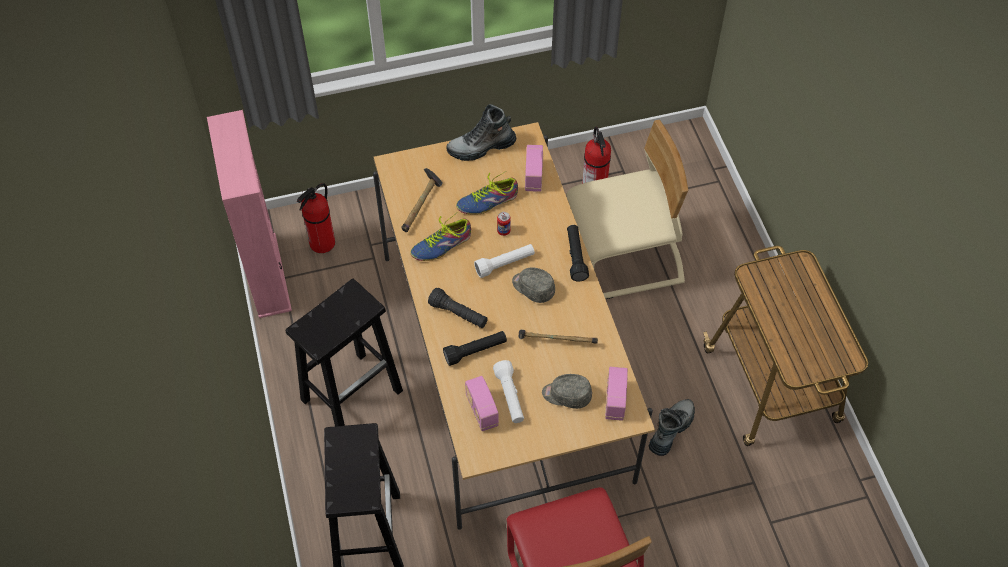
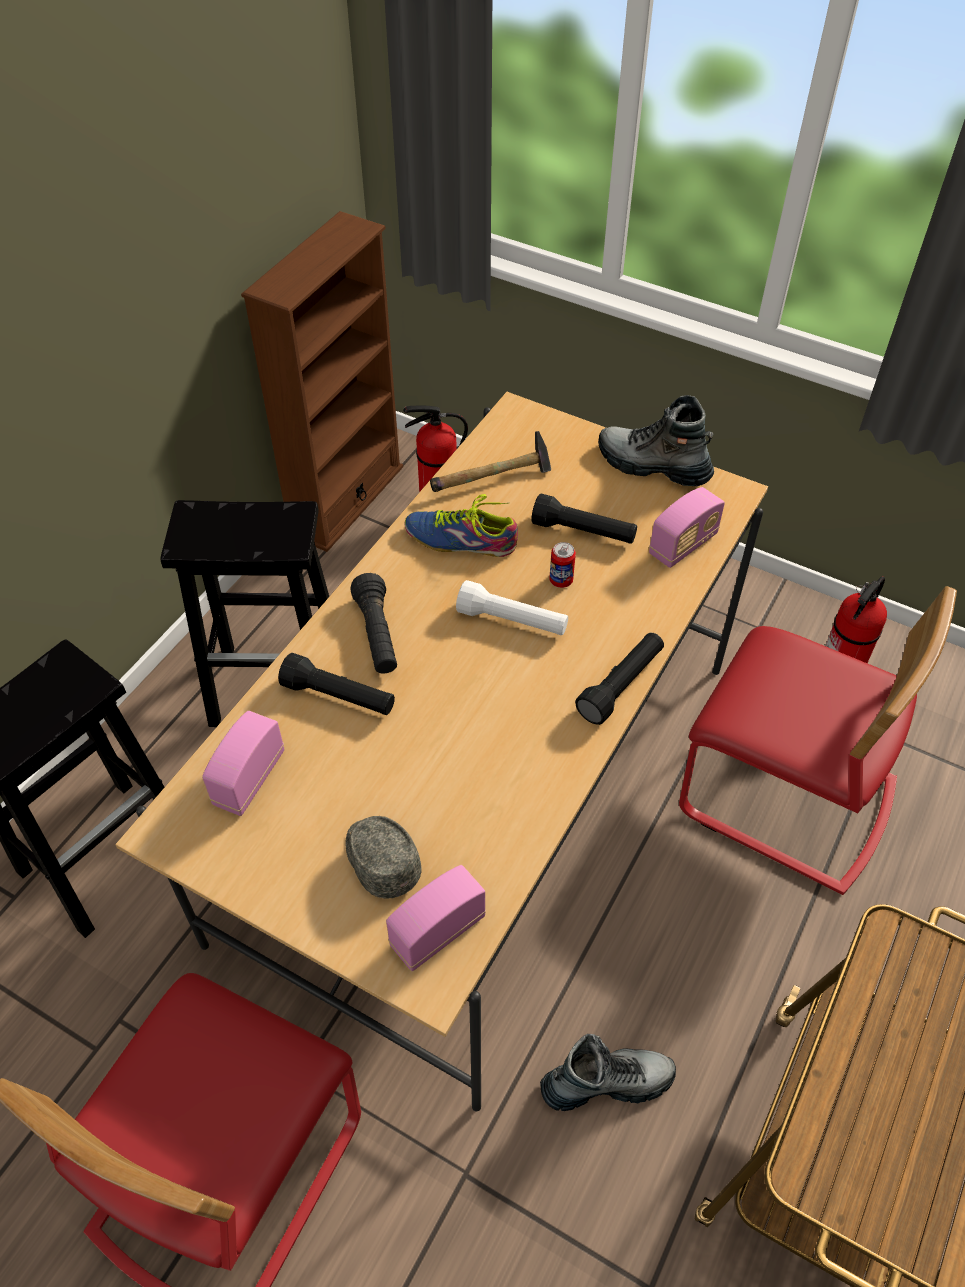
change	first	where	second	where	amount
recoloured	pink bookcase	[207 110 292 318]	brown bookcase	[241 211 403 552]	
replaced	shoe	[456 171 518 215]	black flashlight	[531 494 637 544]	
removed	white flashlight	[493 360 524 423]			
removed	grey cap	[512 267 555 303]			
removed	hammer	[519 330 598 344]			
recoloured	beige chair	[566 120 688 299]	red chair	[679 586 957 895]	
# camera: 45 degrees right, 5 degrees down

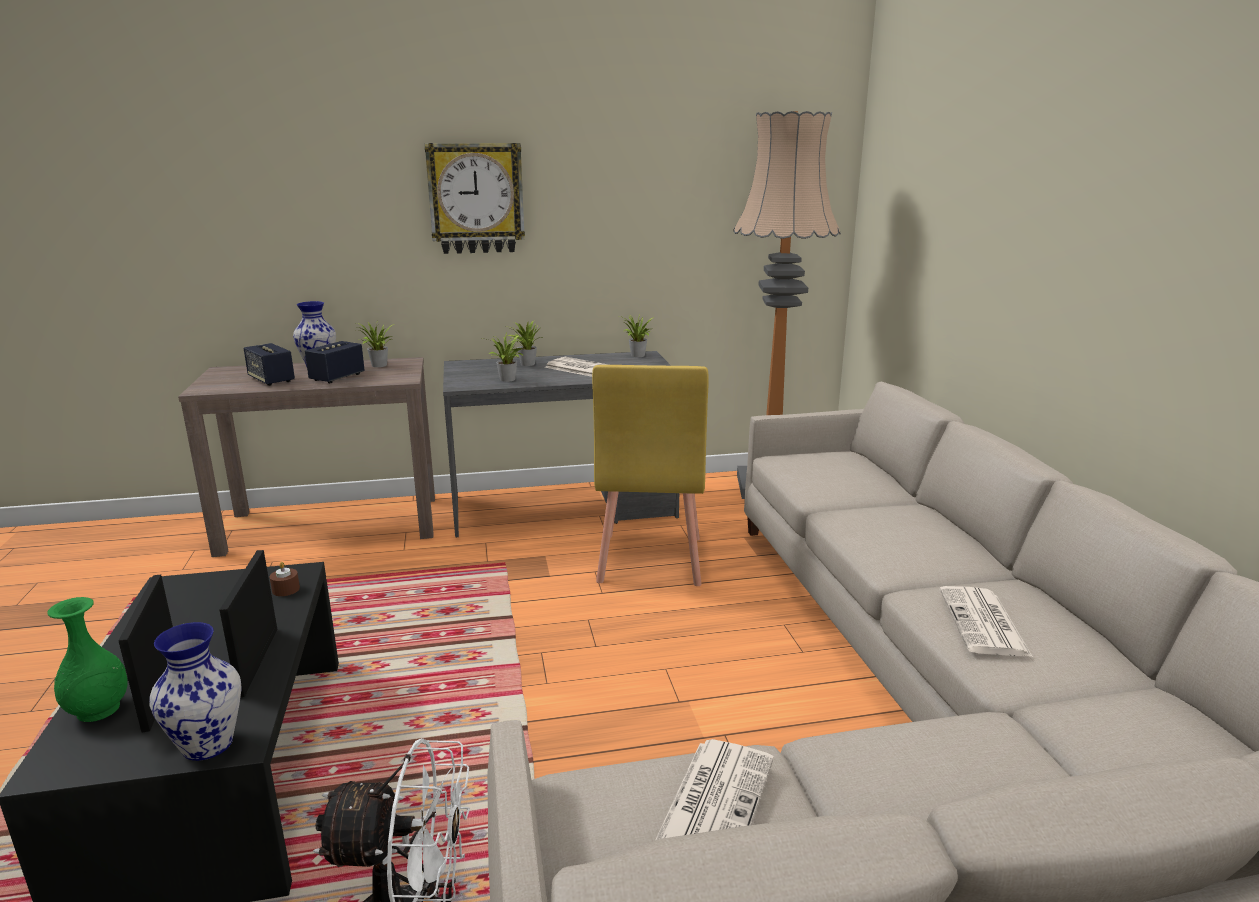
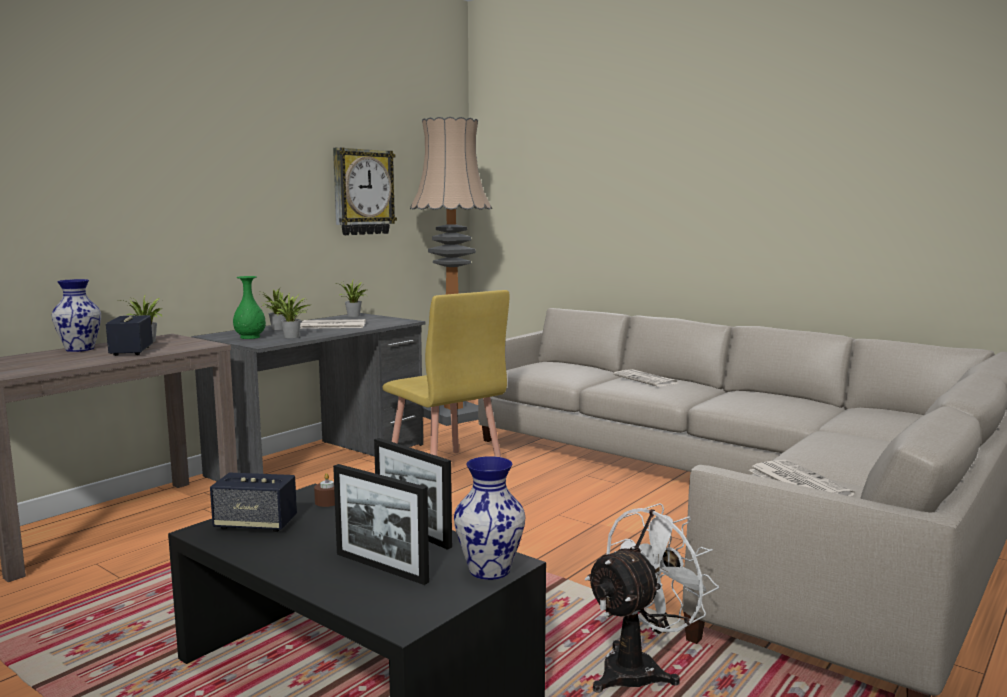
change	first	where	second	where	amount
moved	green vase	[47 597 127 722]		[233 276 266 339]	
moved	speaker	[243 343 295 386]		[210 472 297 532]	
moved	wall clock	[425 143 525 254]		[333 147 397 235]	
moved	newspaper	[939 586 1033 657]		[614 369 678 387]	
# camera: 40 degrees left, 10 degrees down

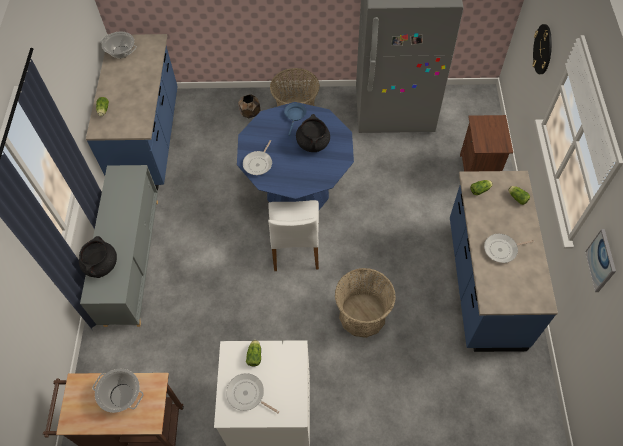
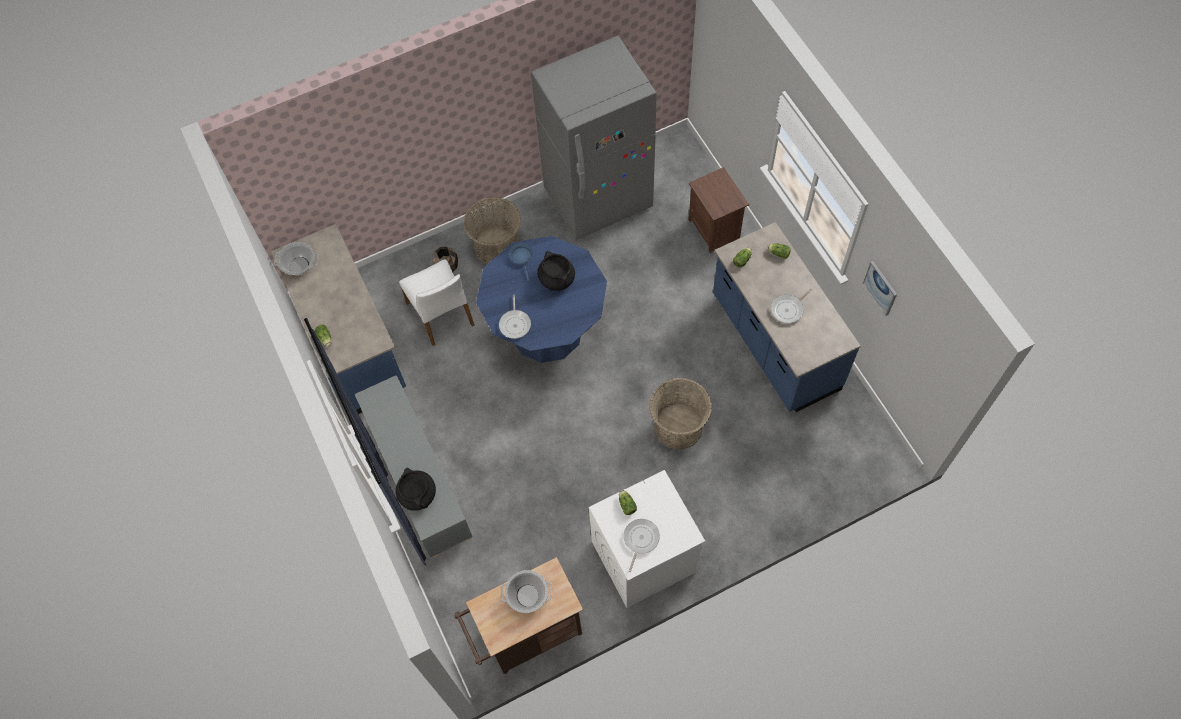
change	first	where	second	where	amount
turned	frying pan	[226 373 279 414]		[624 519 660 572]	105 degrees clockwise
moved	white chair	[268 200 319 271]		[399 259 475 346]	
removed	wall clock	[533 24 552 74]			
# camera: 25 degrees left, 5 degrees up

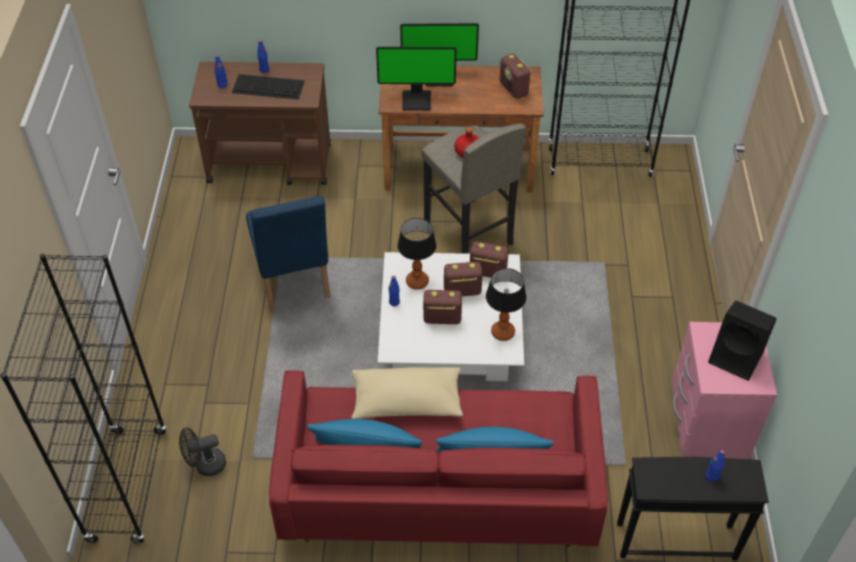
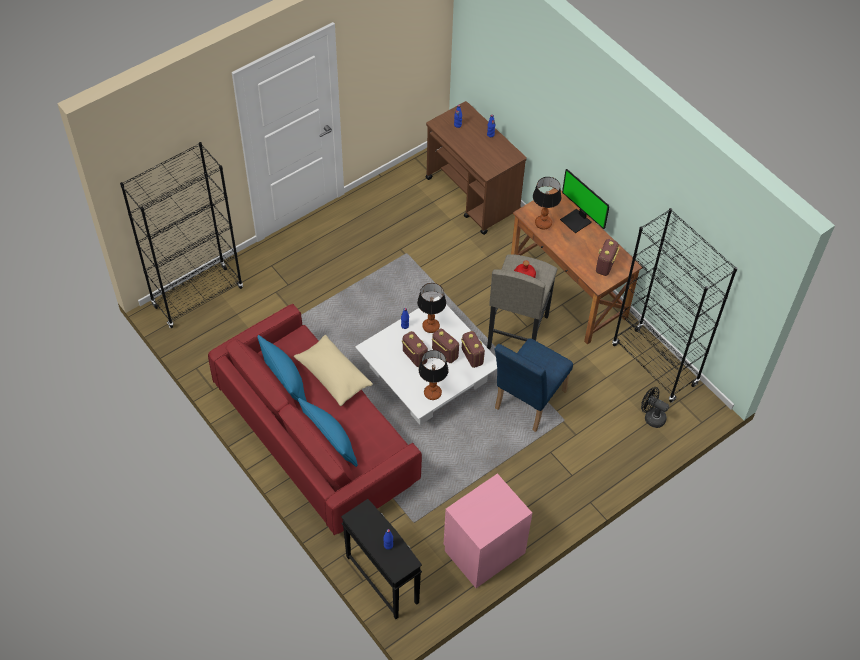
change	first	where	second	where	amount
moved	black fan	[179 427 226 476]		[641 387 669 428]	
removed	keyboard	[232 74 305 99]			
moved	blue chair	[246 195 330 312]		[494 339 573 432]	
replaced	monitor	[376 47 457 110]	table lamp	[533 177 561 230]	
removed	black speaker	[708 301 777 381]			
# camera: 50 degrees right, 5 degrees up

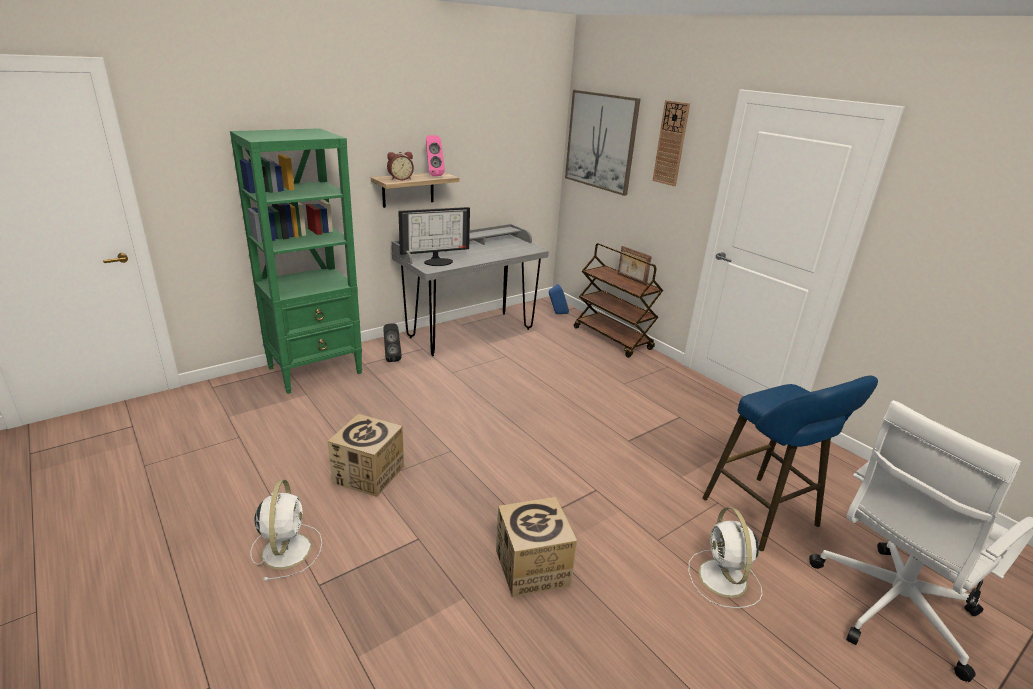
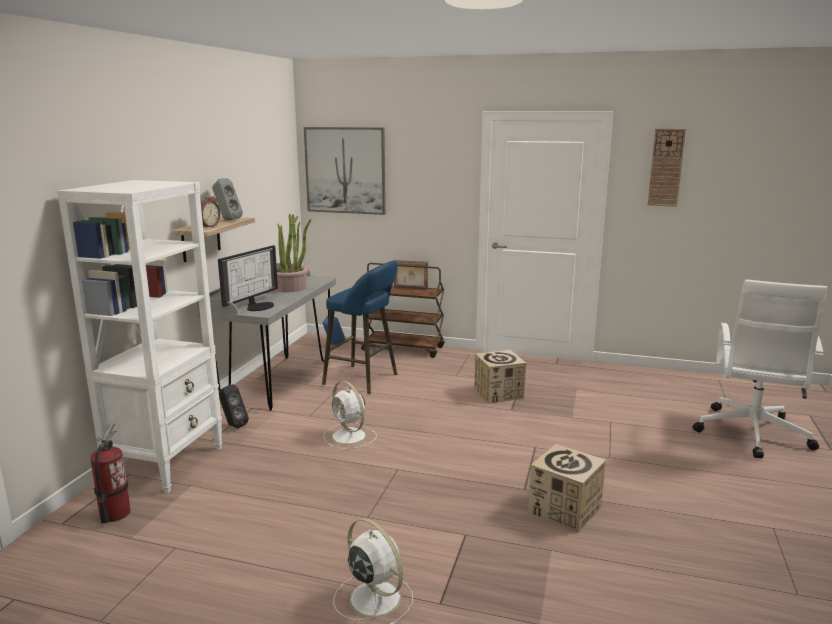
change	first	where	second	where	amount
recoloured	green bookcase	[230 128 362 394]	white bookcase	[57 180 223 493]	
moved	cardboard box	[328 414 404 497]		[474 350 527 404]	
recoloured	pink speaker	[426 135 445 176]	grey speaker	[212 178 243 220]	
moved	wall clock	[653 100 690 186]		[648 129 686 207]	
moved	white fan	[688 507 762 608]		[323 381 377 449]	
moved	blue stool	[702 376 878 551]		[322 261 398 394]	
added			fire extinguisher	[90 423 131 523]	
added			potted plant	[275 214 312 292]	
# camera: 35 degrees left, 10 degrees down

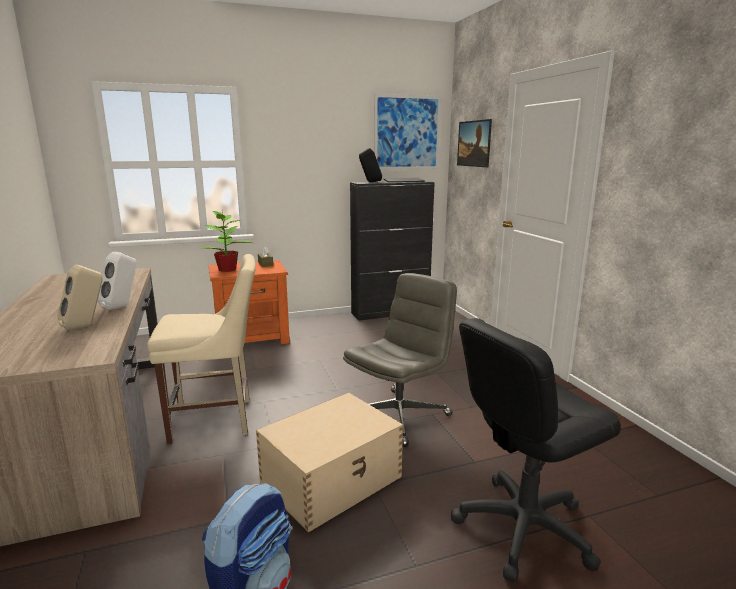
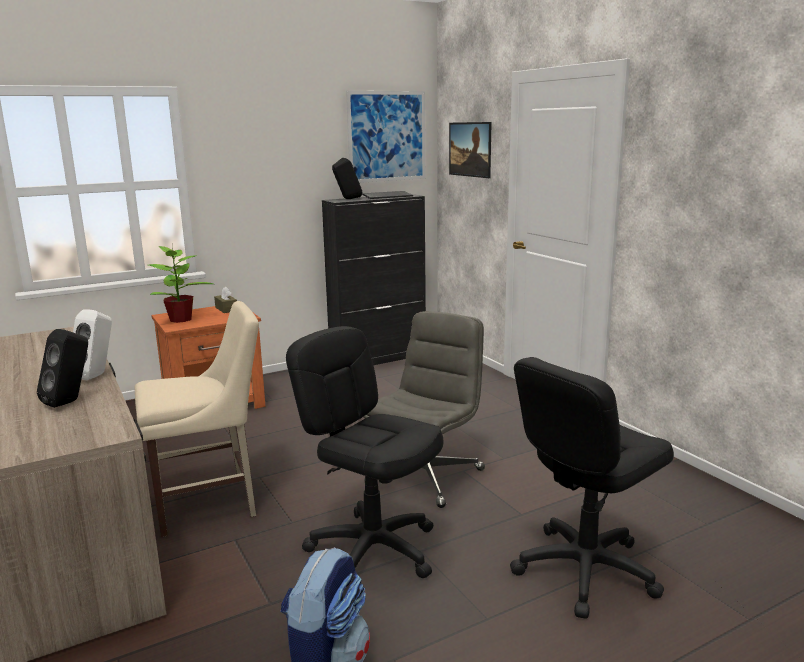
change	first	where	second	where	amount
recoloured	beige speaker	[58 265 103 330]	black speaker	[37 329 88 408]	
replaced	beige storage box	[256 393 403 533]	black office chair	[286 326 443 578]	
# camera: 10 degrees left, 0 degrees up

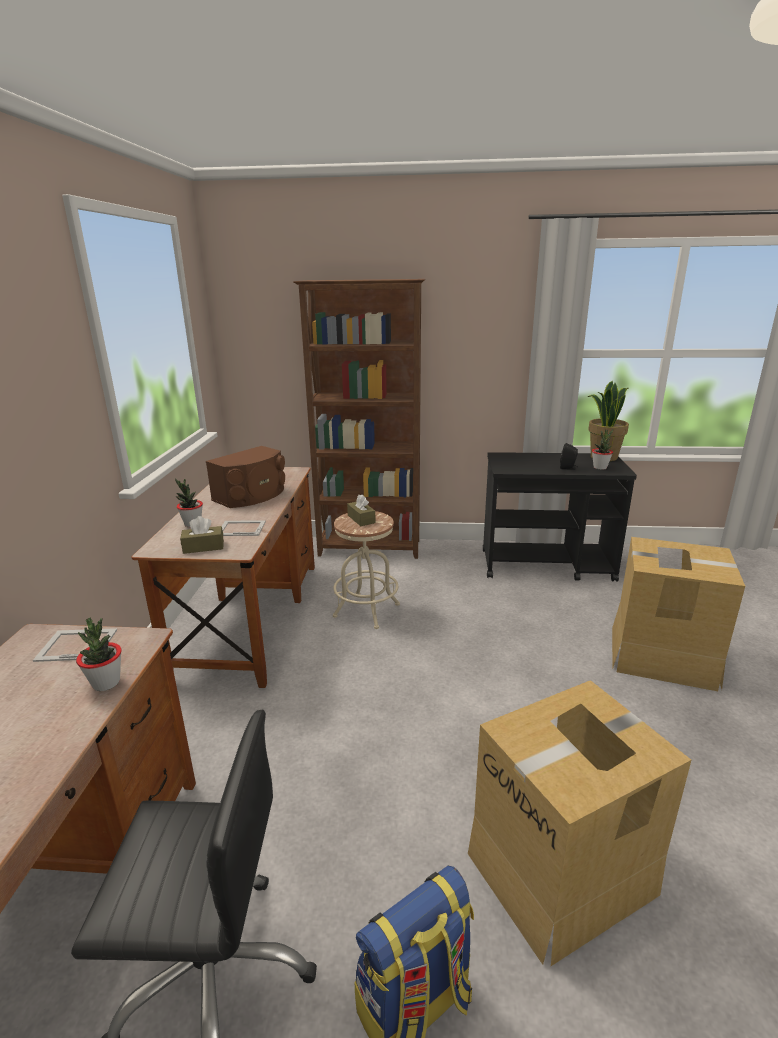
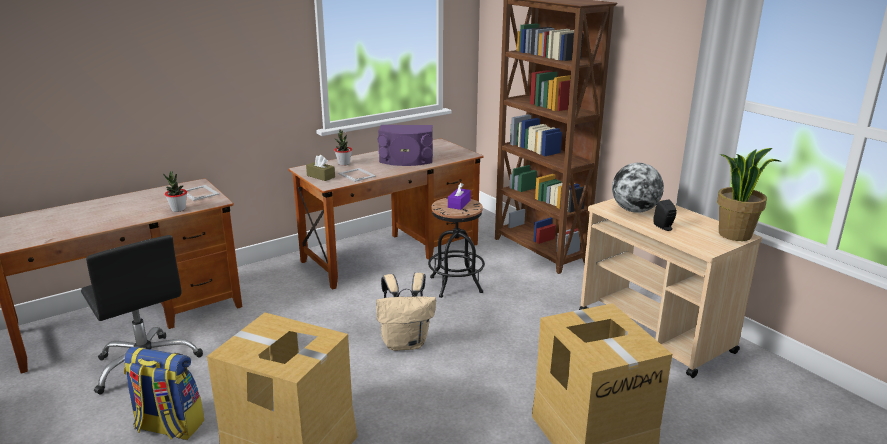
change	first	where	second	where	amount
recoloured	brown speaker	[206 446 285 508]	purple speaker	[378 125 433 166]	
recoloured	beige stool	[333 511 400 629]	black stool	[428 198 485 298]	
recoloured	brown tissue box	[347 494 376 526]	purple tissue box	[448 183 471 210]	
recoloured	black cart	[483 452 637 582]	beige cart	[579 198 762 378]	
removed	potted plant	[592 429 613 470]			
added			beige backpack	[376 273 436 351]	
added			globe	[612 163 664 213]	
# camera: 50 degrees right, 0 degrees up

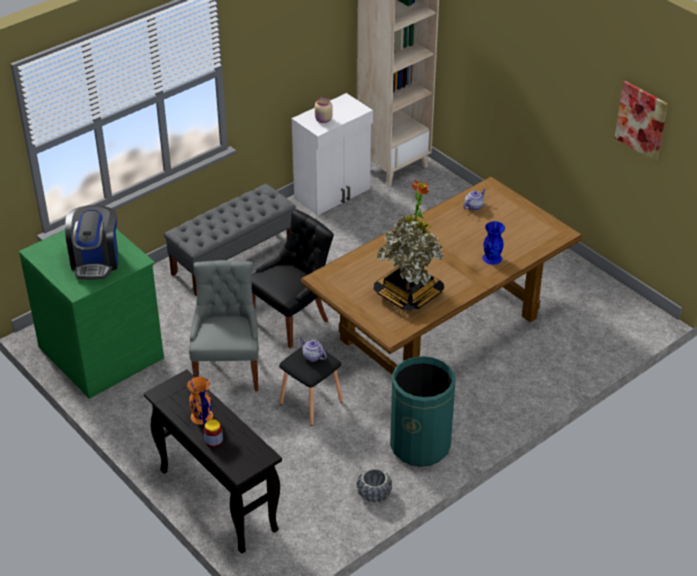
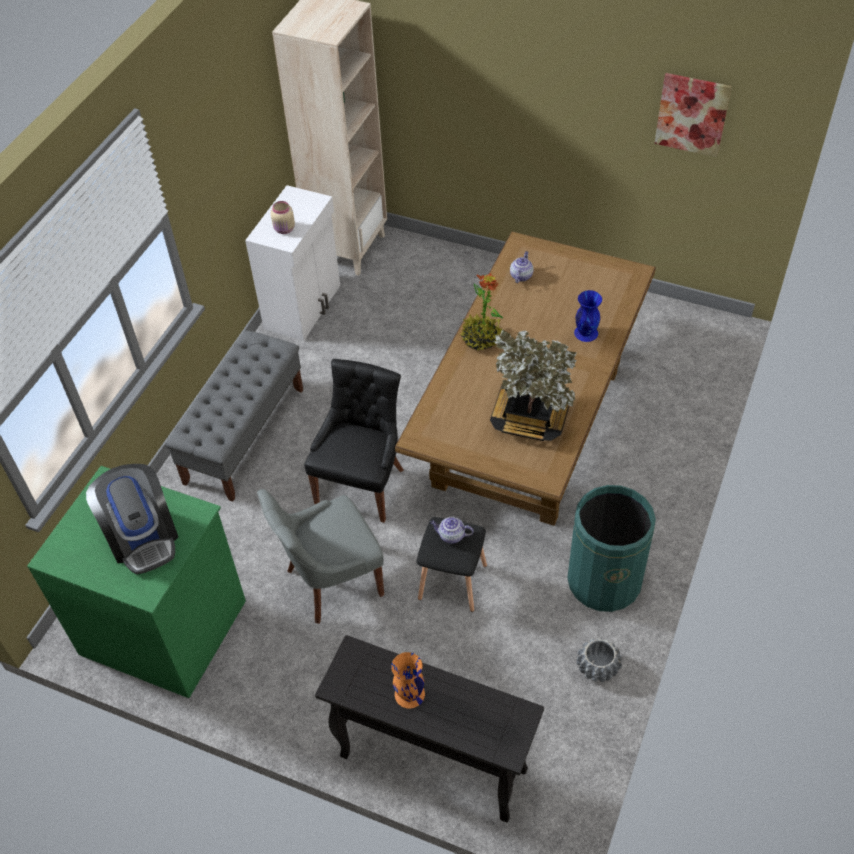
change	first	where	second	where	amount
turned	grey chair	[189 260 259 391]		[257 489 384 624]	90 degrees counterclockwise
removed	jar	[204 420 223 447]			
# camera: 25 degrees left, 10 degrees up

